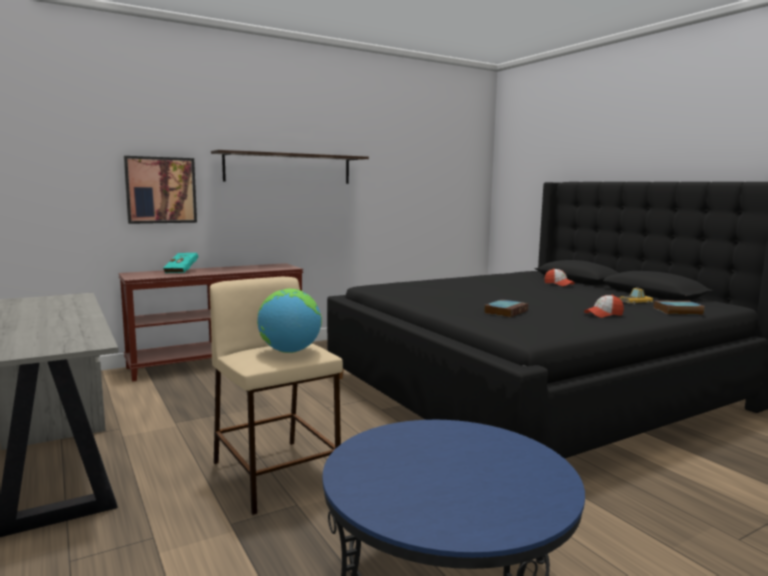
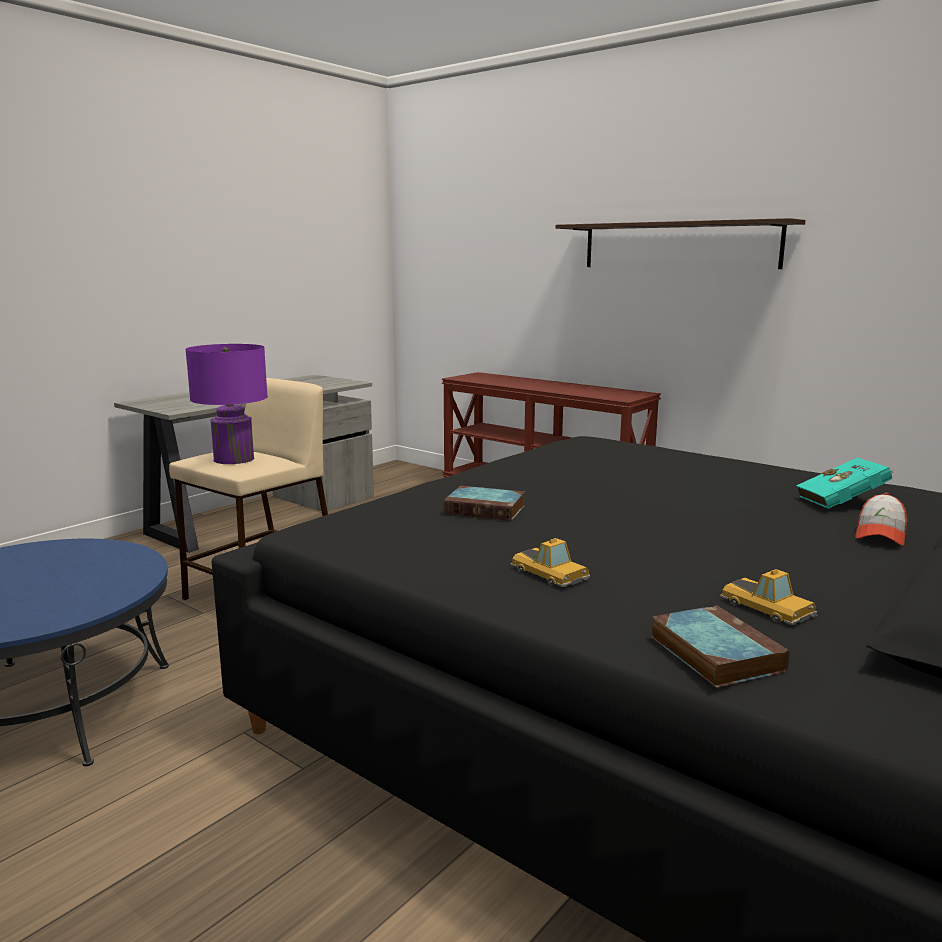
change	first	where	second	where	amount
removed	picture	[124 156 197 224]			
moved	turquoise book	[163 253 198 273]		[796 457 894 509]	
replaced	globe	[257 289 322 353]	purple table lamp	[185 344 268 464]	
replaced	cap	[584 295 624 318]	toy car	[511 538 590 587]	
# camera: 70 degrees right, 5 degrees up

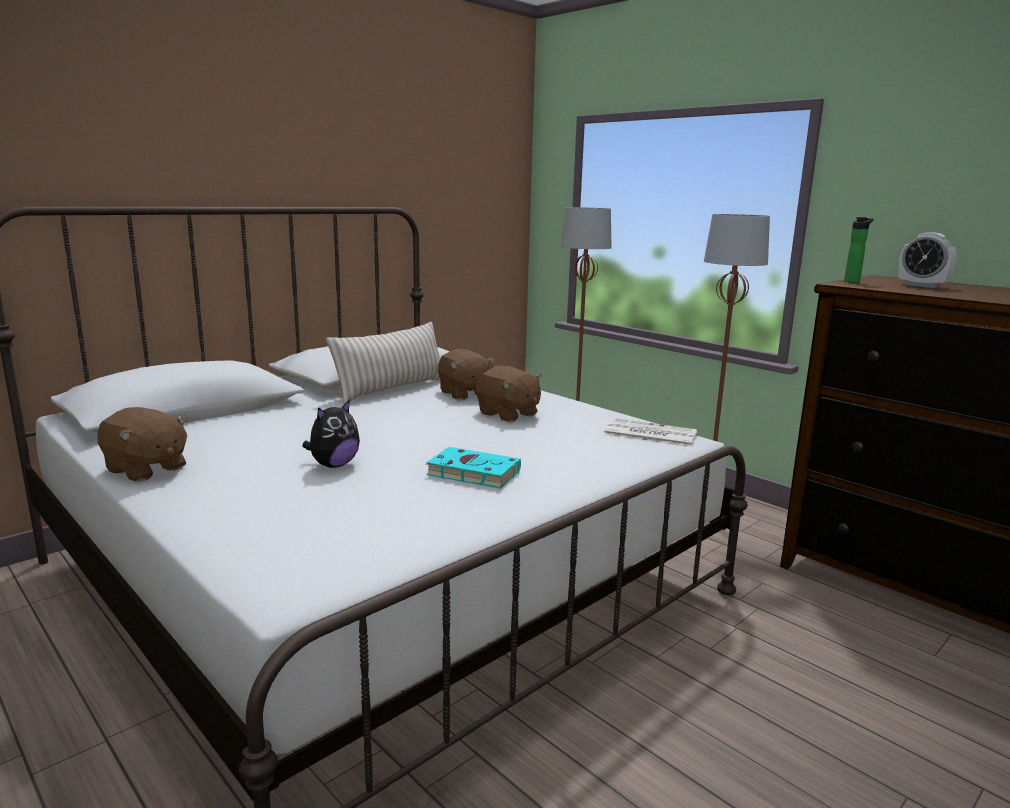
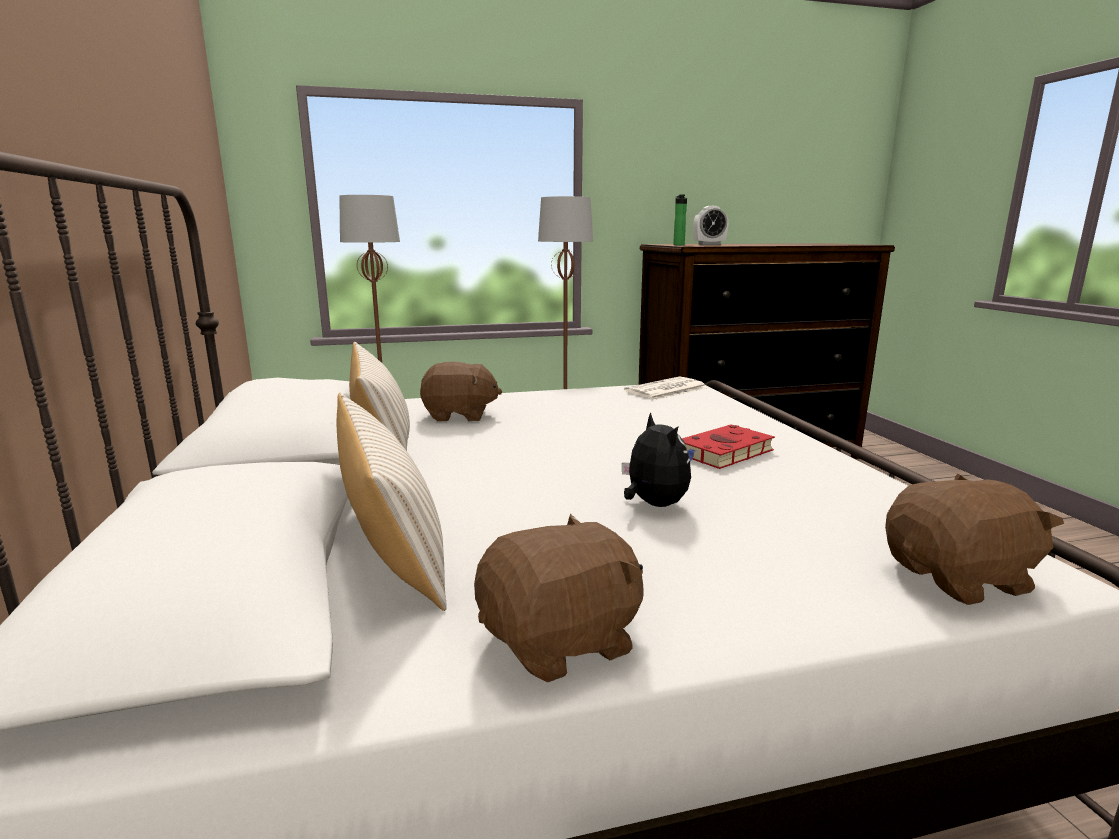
change	first	where	second	where	amount
recoloured	turquoise book	[426 447 521 489]	red book	[682 424 775 469]	
moved	brown plush toy	[476 366 542 422]		[885 474 1064 605]	
added			beige pillow	[337 393 447 611]	
# camera: 60 degrees left, 0 degrees up

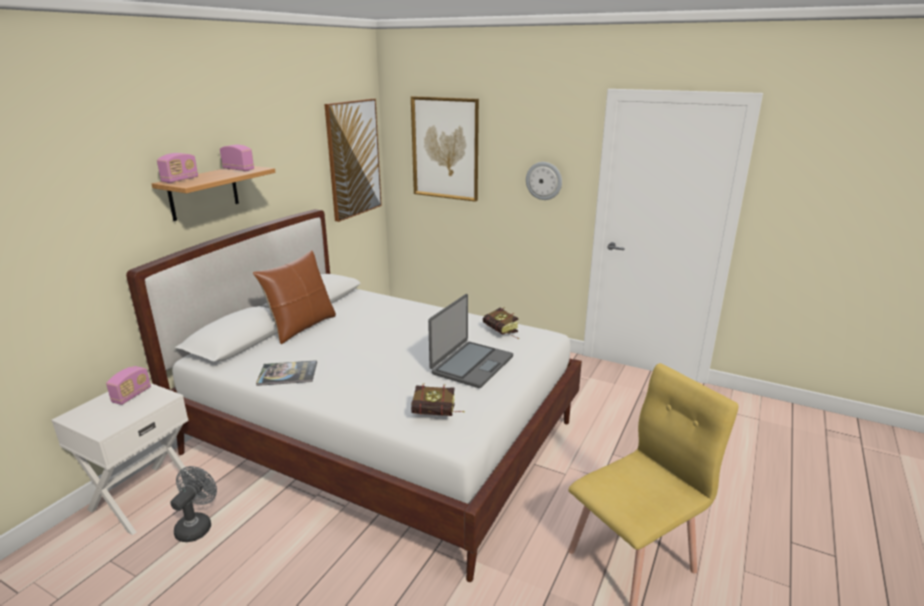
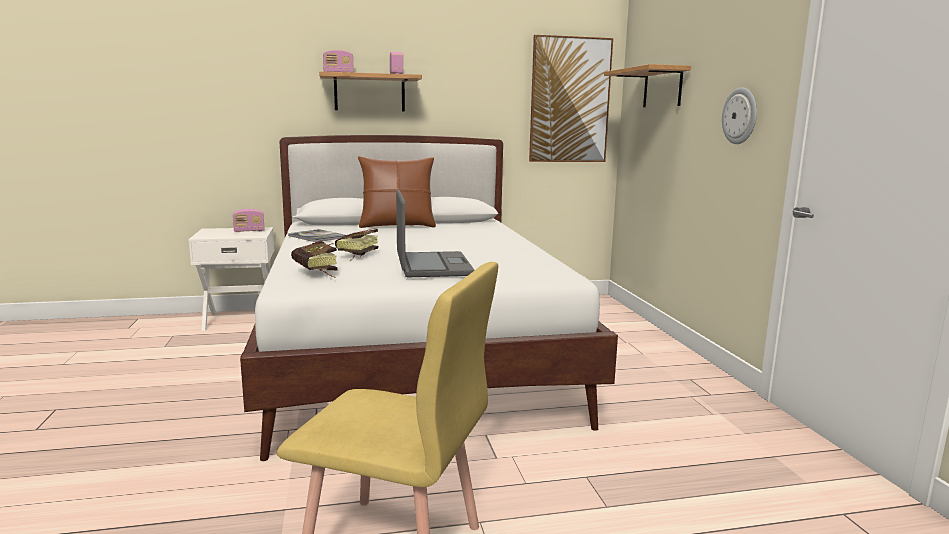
change	first	where	second	where	amount
removed	grey fan	[170 466 217 542]			
replaced	picture	[411 96 479 202]	shelf	[604 64 691 107]	
turned	laptop	[428 294 513 388]		[396 190 474 277]	90 degrees counterclockwise
moved	book	[483 308 519 339]		[335 228 378 261]	
# camera: 50 degrees right, 10 degrees down

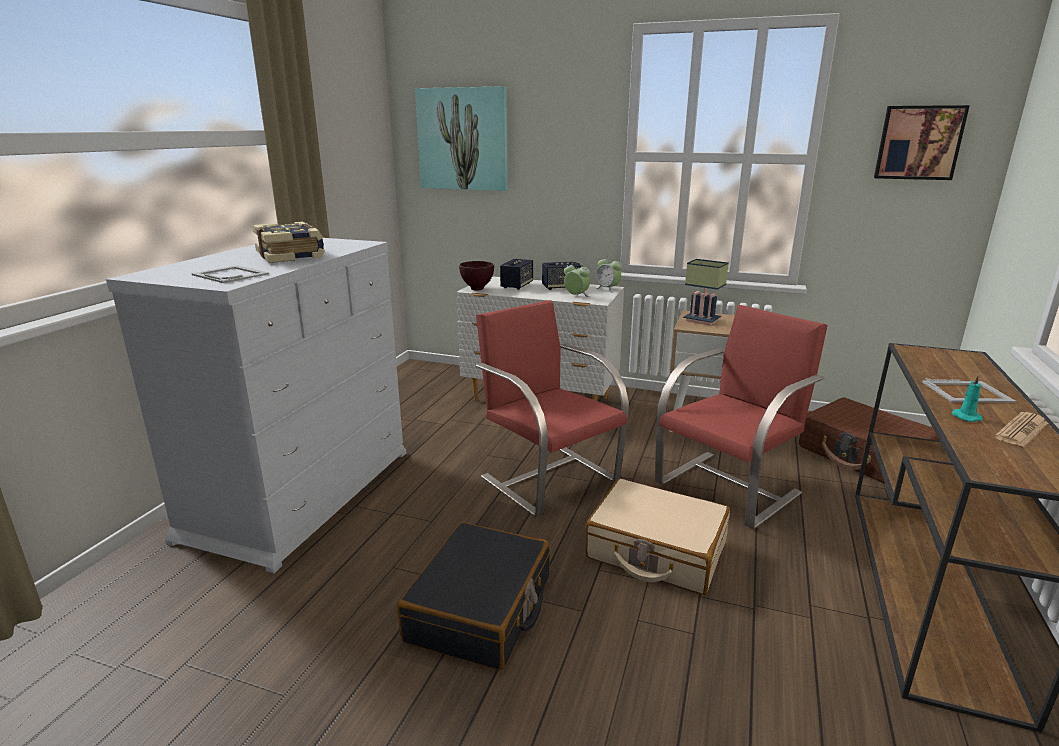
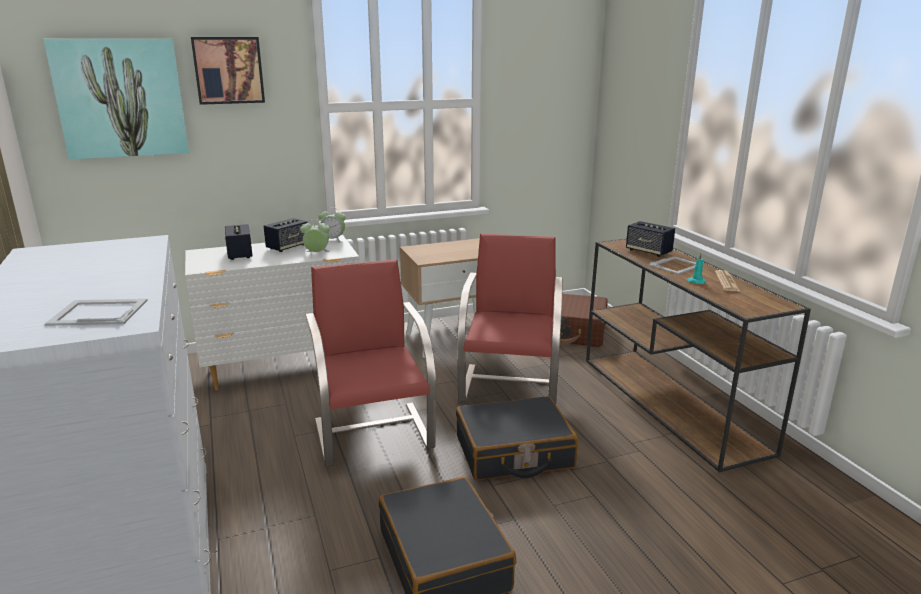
change	first	where	second	where	amount
removed	book	[252 222 325 263]			
removed	brown bowl	[459 261 494 291]			
turned	red chair	[476 300 629 517]		[305 259 436 467]	60 degrees clockwise
recoloured	beige suitcase	[585 479 730 595]	black suitcase	[456 396 578 480]	
removed	table lamp	[683 259 729 325]			
moved	picture	[874 105 970 180]		[191 37 265 105]	
added			speaker	[626 221 675 257]	
# camera: 40 degrees left, 0 degrees up

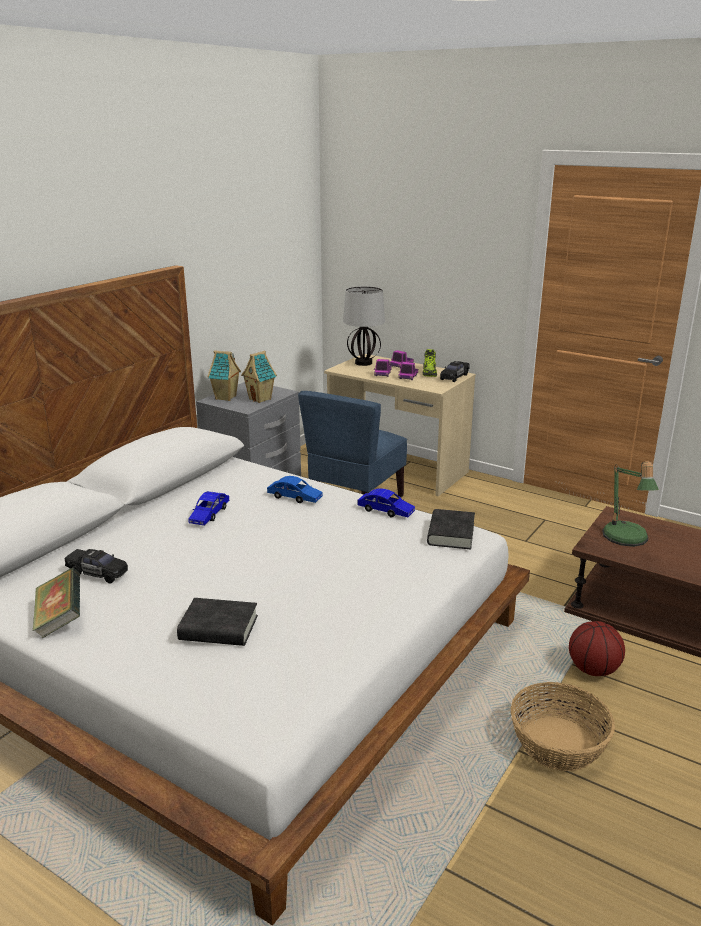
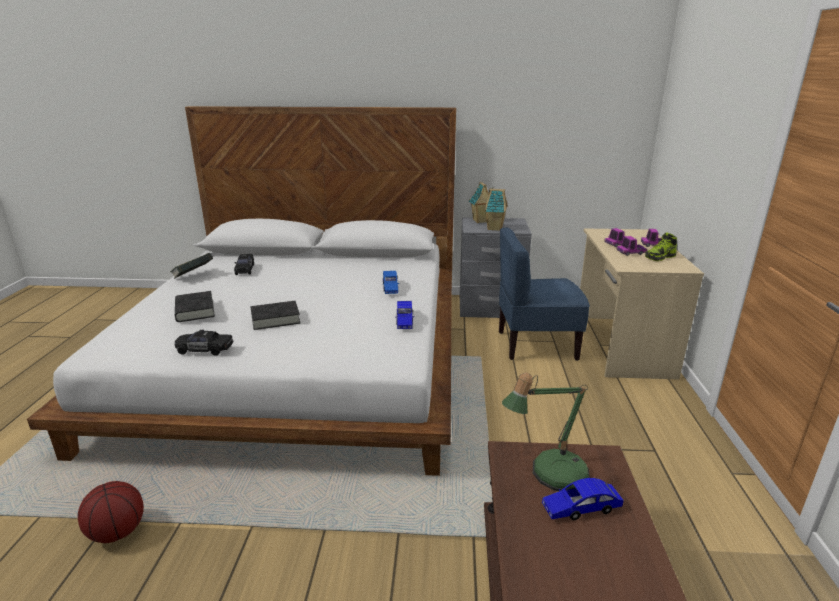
change	first	where	second	where	amount
moved	blue toy car	[188 491 229 526]		[542 478 624 520]	
removed	table lamp	[343 286 385 366]			
moved	black book	[427 509 475 549]		[251 301 300 330]	
moved	black toy car	[440 361 470 382]		[175 330 234 356]	
removed	basket	[510 682 615 771]			
moved	basketball	[569 621 625 676]		[78 481 144 543]	
# camera: 60 degrees right, 0 degrees up

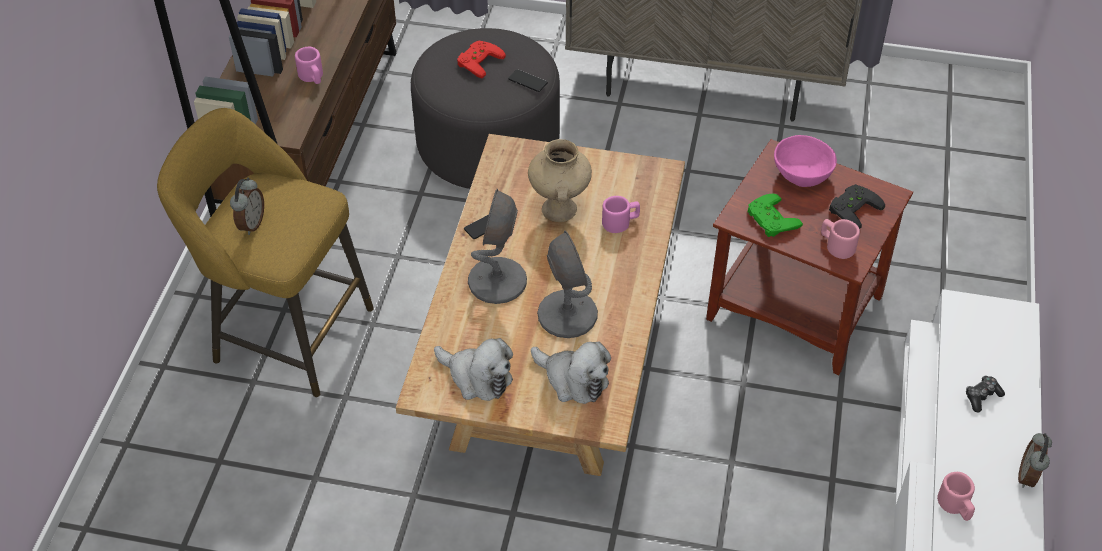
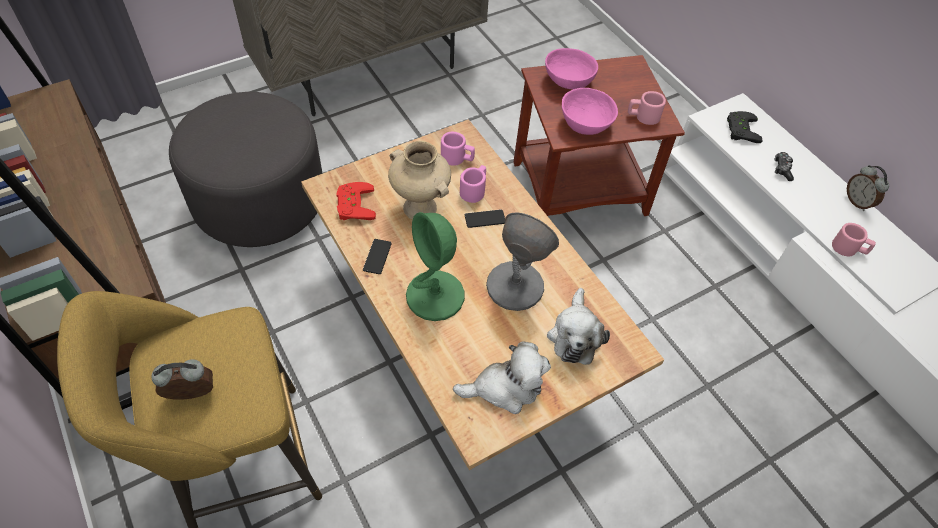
change	first	where	second	where	amount
turned	alarm clock	[230 178 264 235]		[151 359 213 400]	75 degrees counterclockwise
moved	pink mug	[295 47 323 84]		[441 132 475 166]	
moved	red game controller	[457 40 506 78]		[337 182 376 220]	
recoloured	grey table lamp	[468 189 527 304]	green table lamp	[406 212 465 321]	
moved	phone	[508 69 548 92]		[465 209 505 228]	
turned	plush toy	[531 342 611 404]		[547 288 610 365]	105 degrees clockwise
replaced	green game controller	[748 193 803 237]	pink bowl	[562 88 618 135]	
moved	black game controller	[829 184 885 229]		[727 111 763 143]	
# camera: 45 degrees left, 5 degrees up

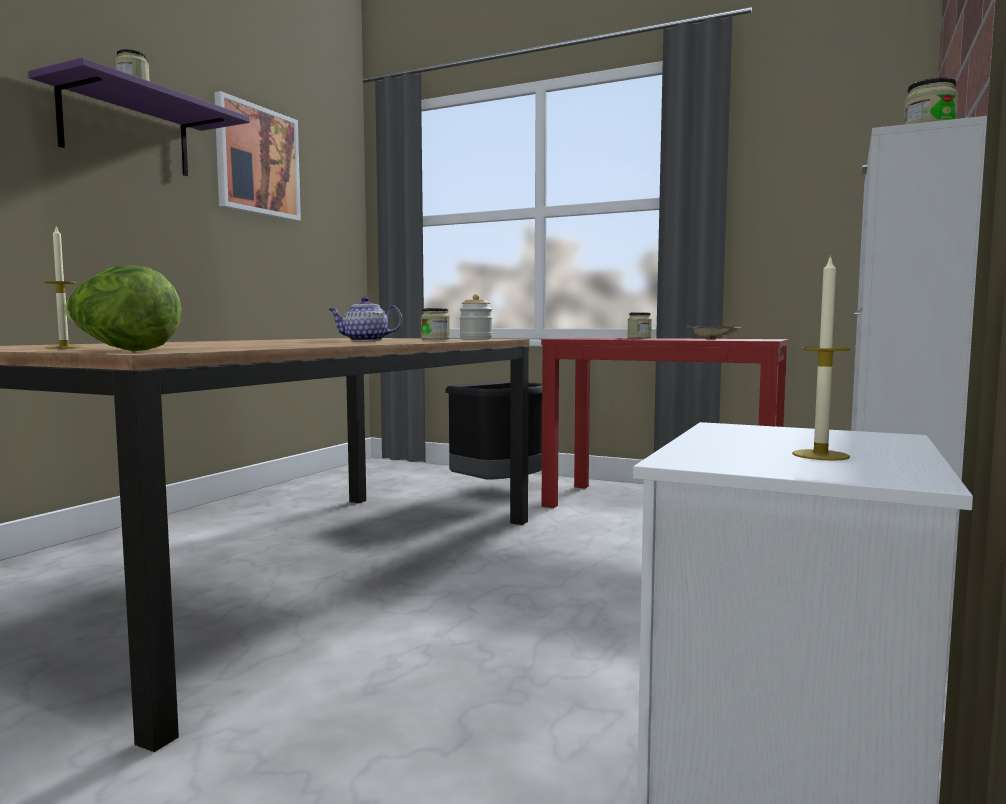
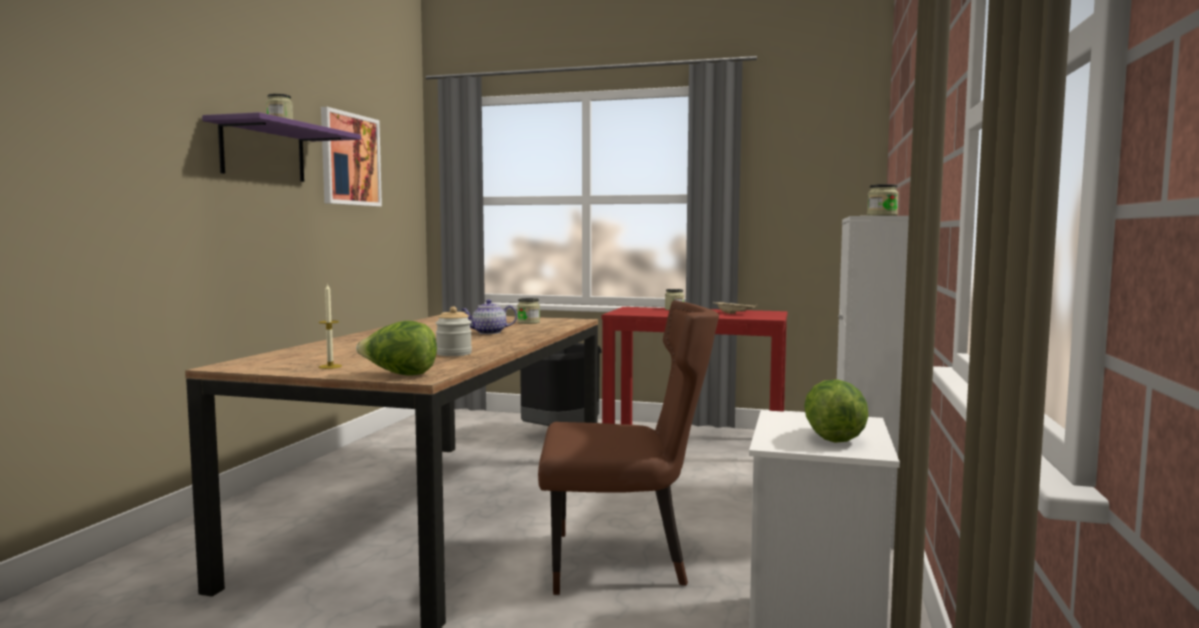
change	first	where	second	where	amount
moved	jar	[460 294 493 339]		[436 307 472 356]	
replaced	candle	[792 255 851 461]	lettuce	[804 379 869 443]	
added			brown chair	[538 300 719 595]	
# camera: 10 degrees left, 0 degrees up

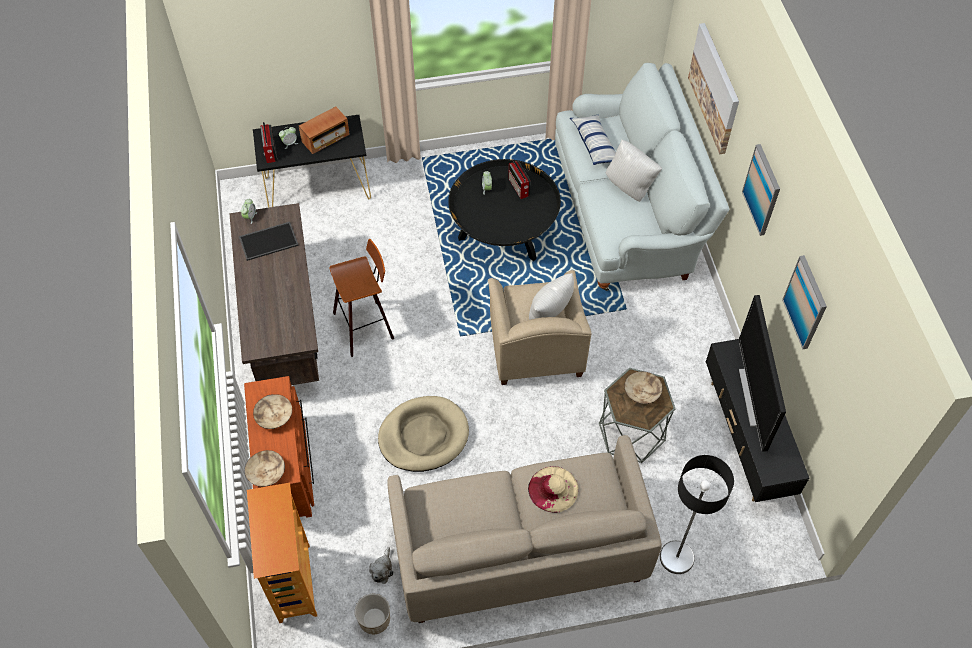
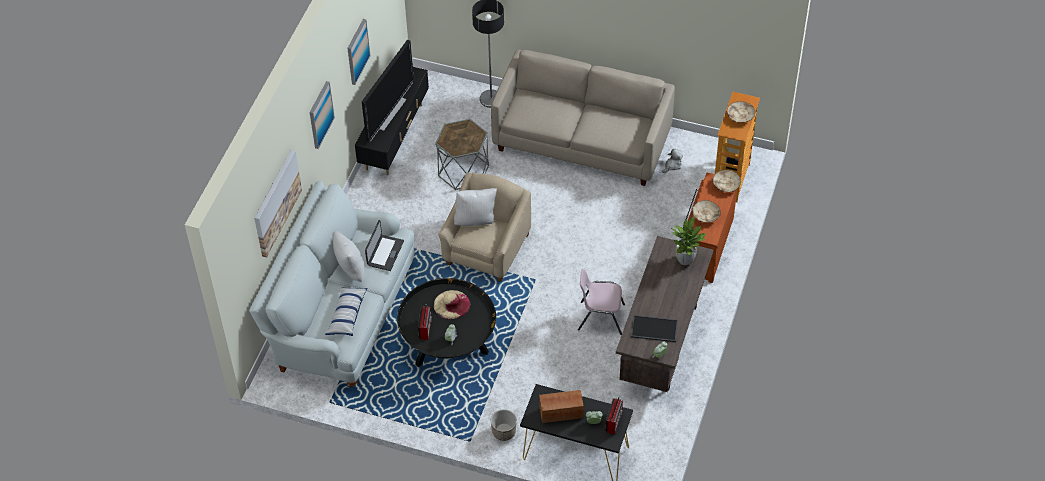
change	first	where	second	where	amount
replaced	stool	[329 239 394 357]	pink chair	[578 269 625 335]	
moved	planter	[355 594 390 634]		[491 409 517 441]	
removed	beige dog bed	[378 396 469 472]			
moved	beige hat	[528 466 579 513]		[434 290 470 319]	
moved	beige bowl	[624 371 663 404]		[727 101 755 123]	
added			laptop	[365 220 404 271]	
added			potted plant	[670 217 706 265]	
# camera: 150 degrees left, 5 degrees down

